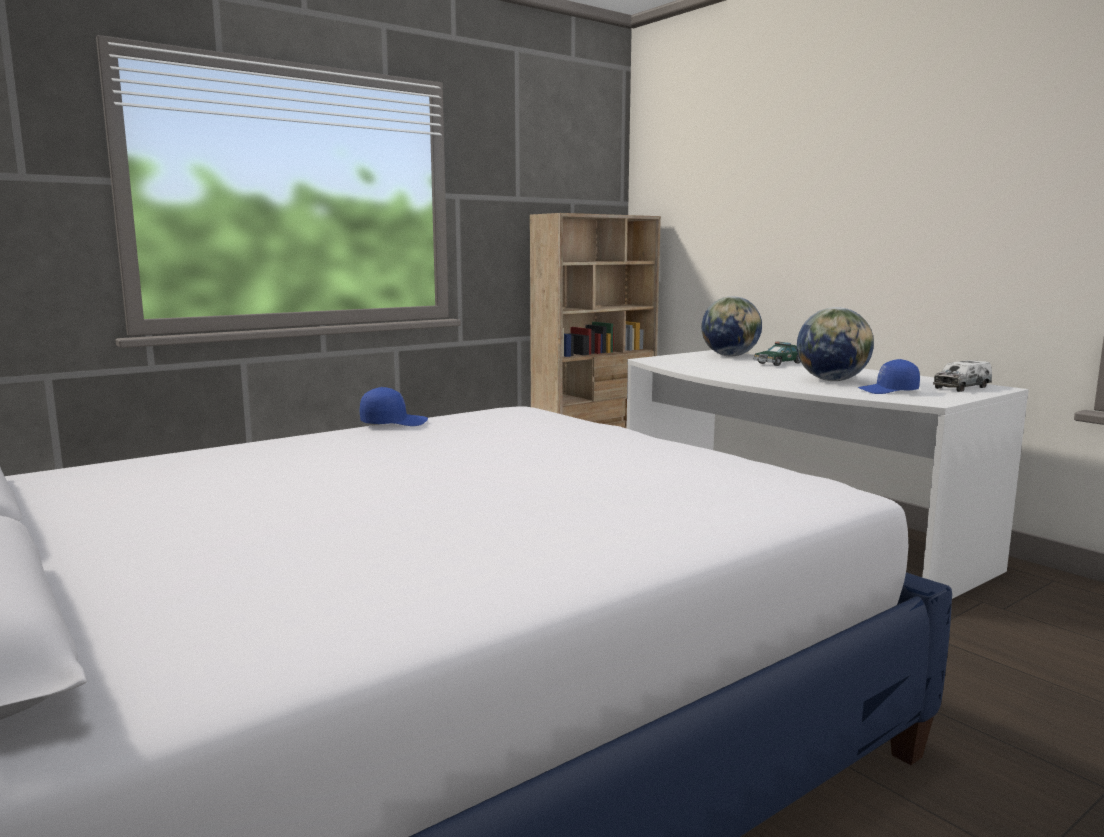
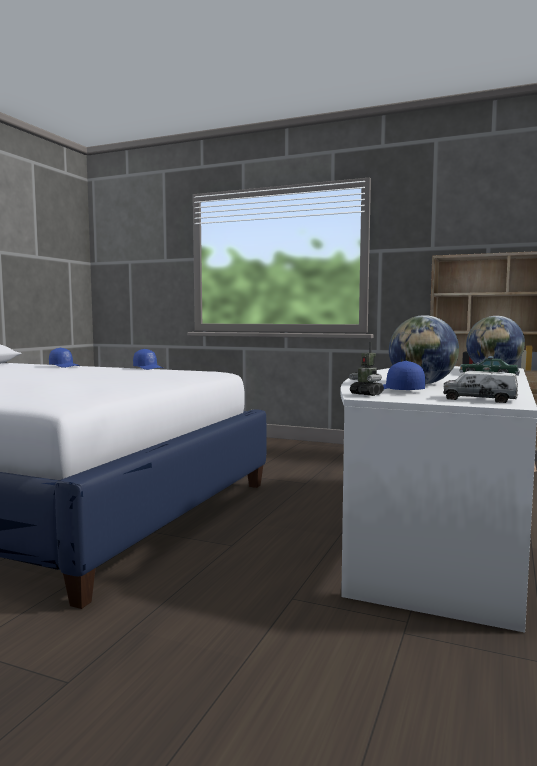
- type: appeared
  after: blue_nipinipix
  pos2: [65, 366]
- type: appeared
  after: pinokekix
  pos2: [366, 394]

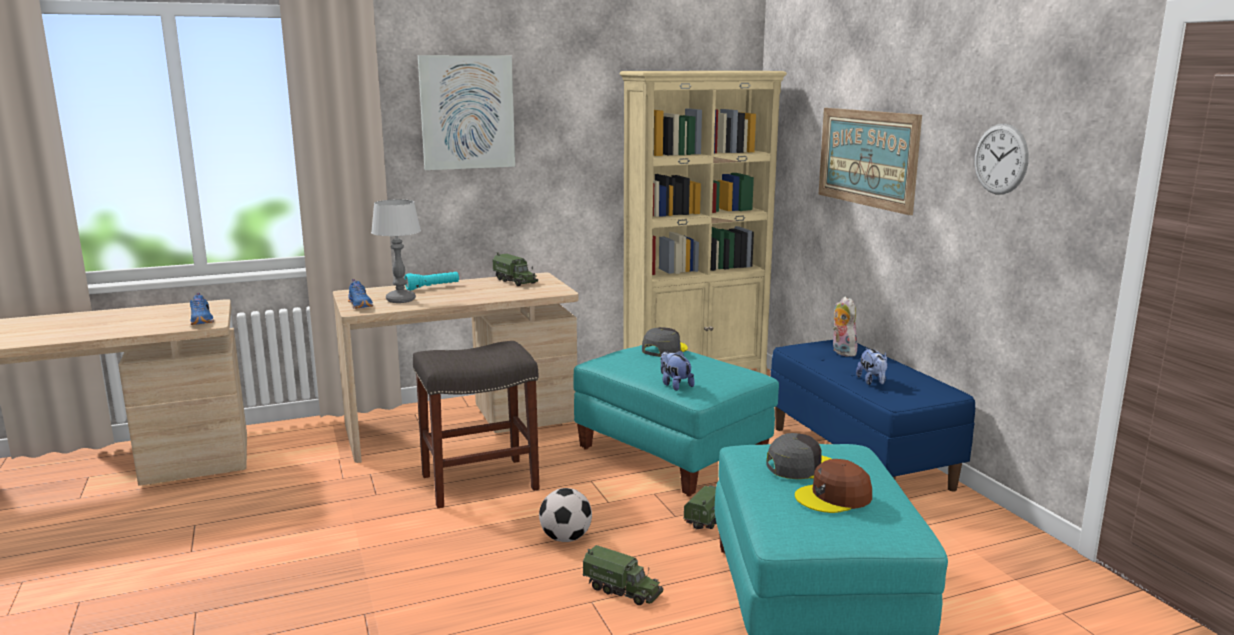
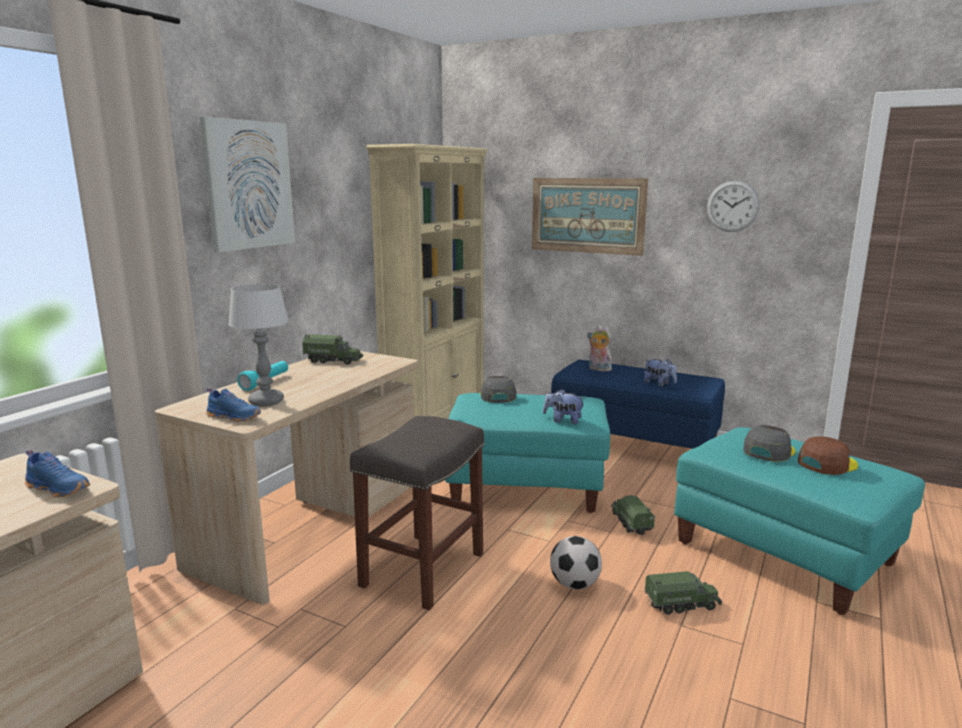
- type: spun
  before: brown_nipinipix
  pos1: [834, 497]
  pos2: [826, 463]
  turn: -150

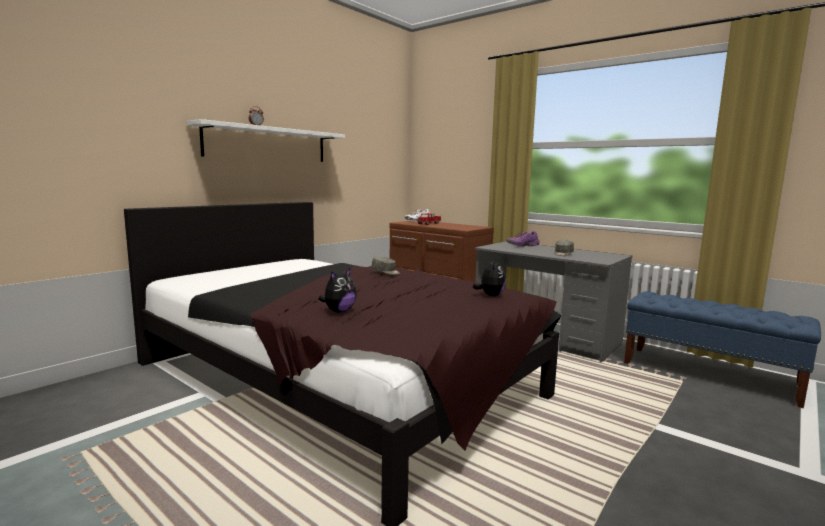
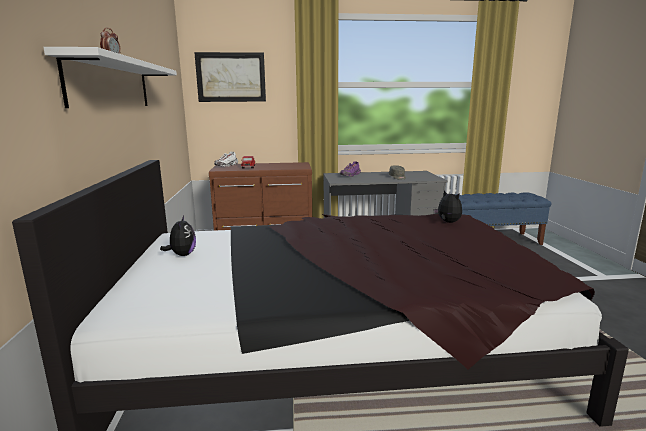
- type: relocated
  before: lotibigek
  pos1: [339, 311]
  pos2: [182, 255]
- type: appeared
  after: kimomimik
  pos2: [231, 77]
- type: missing
  before: grey_nipinipix
  pos1: [386, 272]

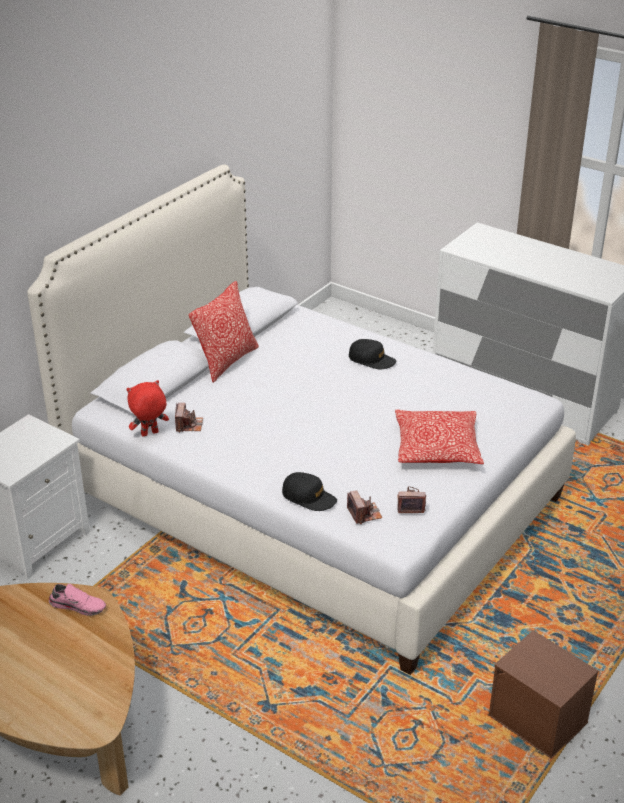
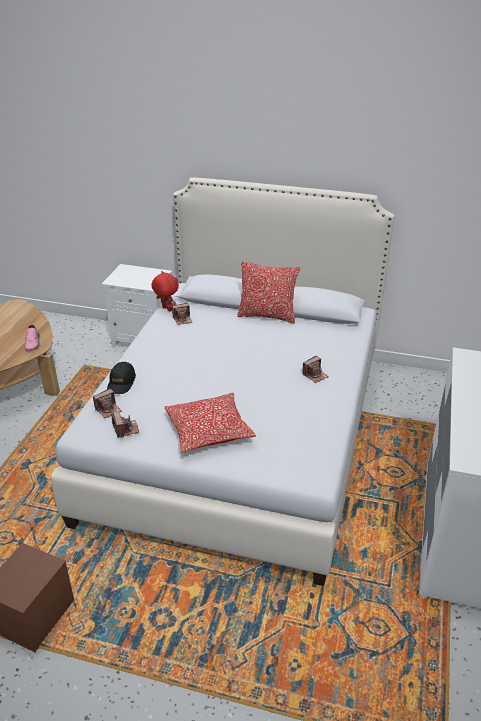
- type: exchanged
  before: black_nipinipix
  after: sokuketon
  pos1: [372, 360]
  pos2: [315, 375]

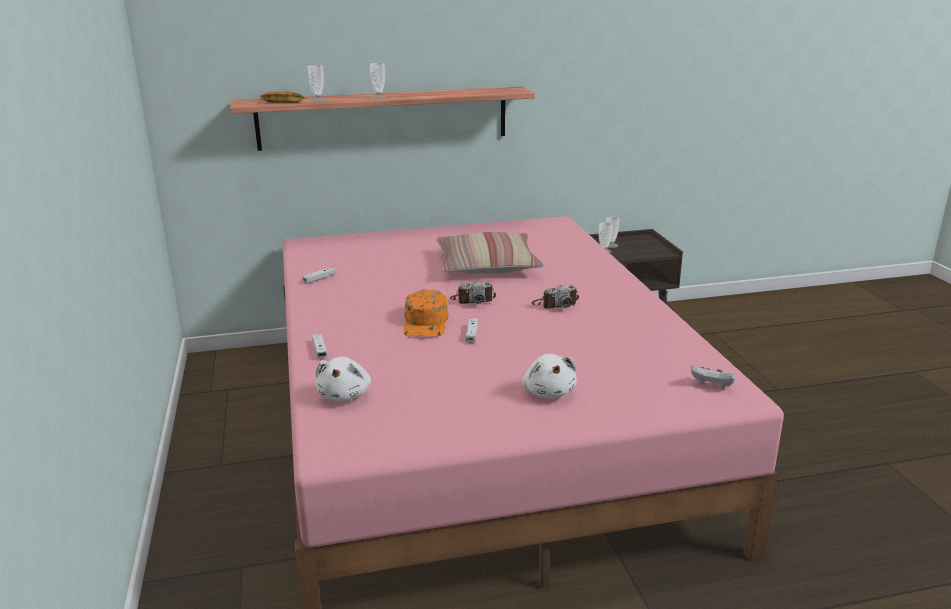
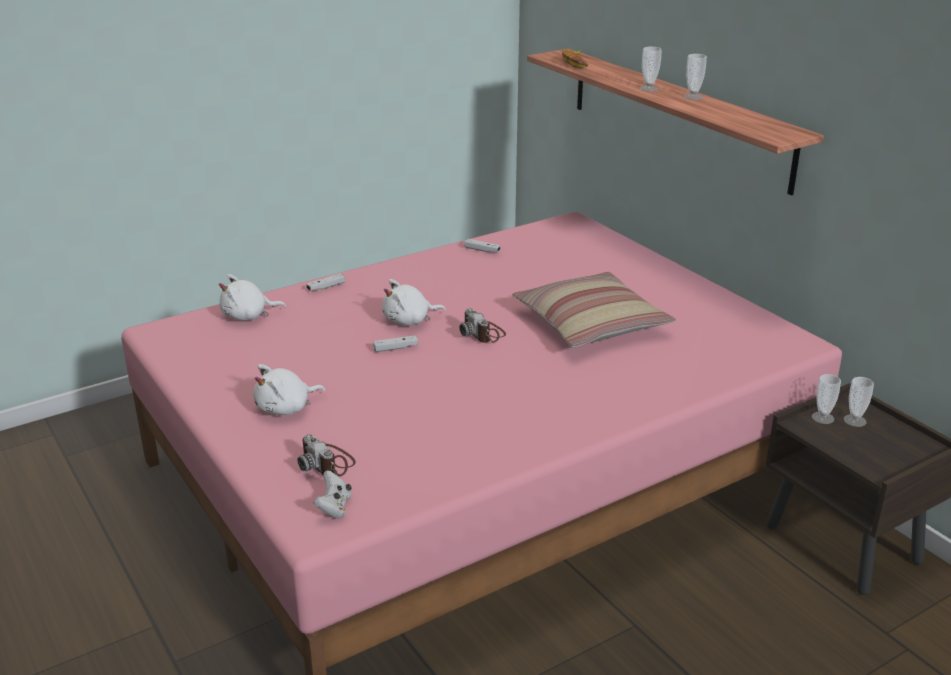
- type: relocated
  before: sokuketon
  pos1: [555, 304]
  pos2: [328, 463]
- type: exchanged
  before: orange_nipinipix
  after: white_lotibigek
  pos1: [426, 323]
  pos2: [409, 321]
- type: relocated
  before: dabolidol
  pos1: [317, 99]
  pos2: [693, 97]

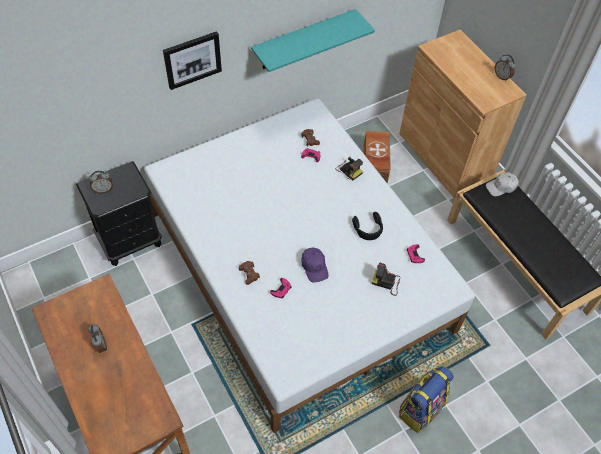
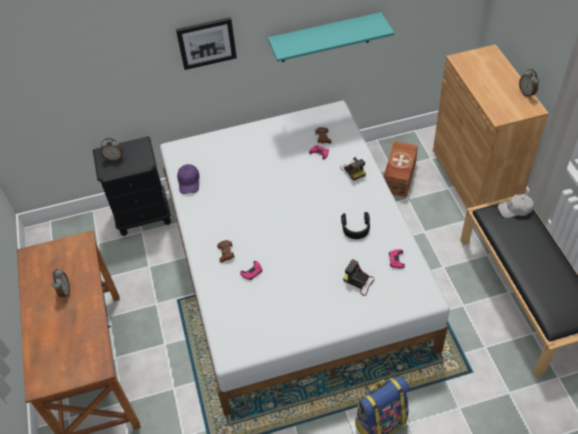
- type: relocated
  before: purple_nipinipix
  pos1: [314, 267]
  pos2: [189, 182]

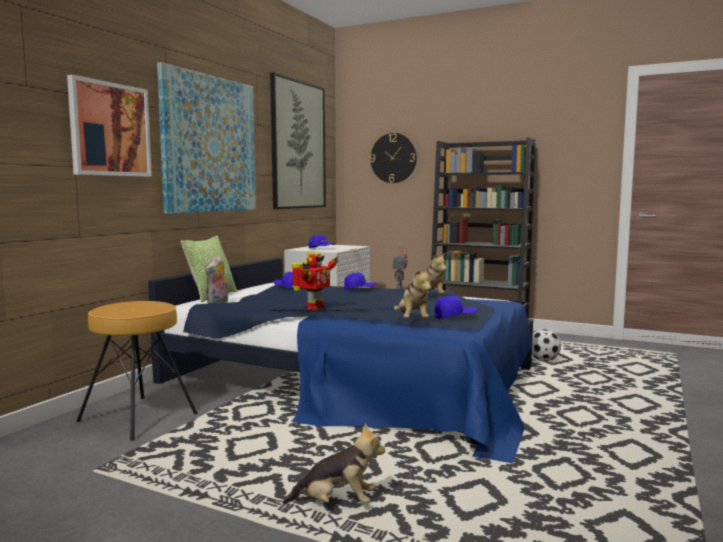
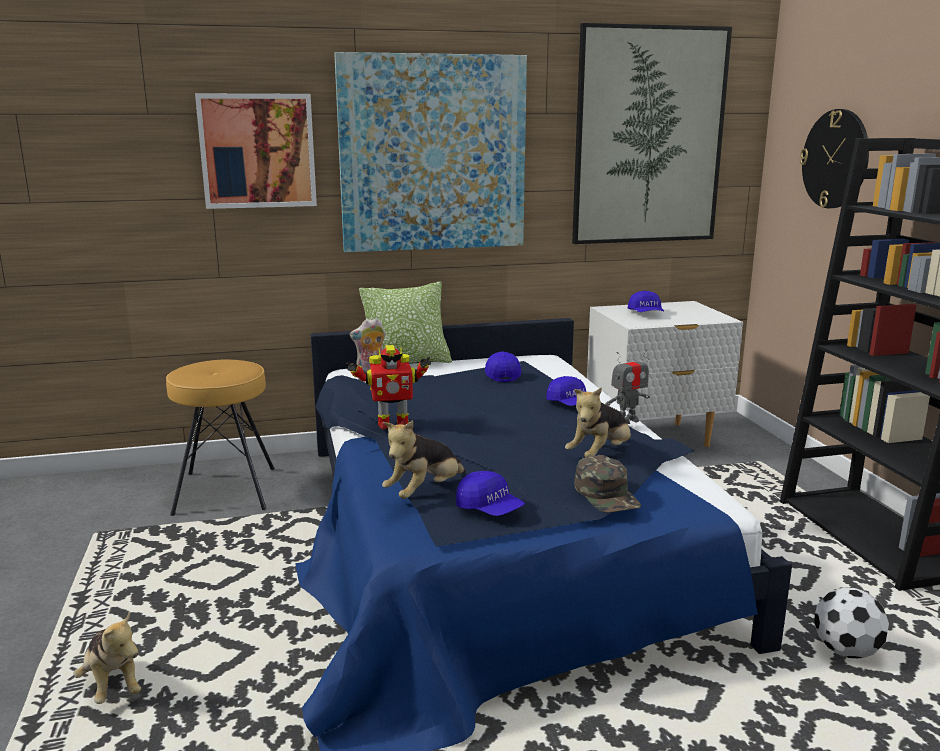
- type: appeared
  after: green_nipinipix
  pos2: [607, 494]

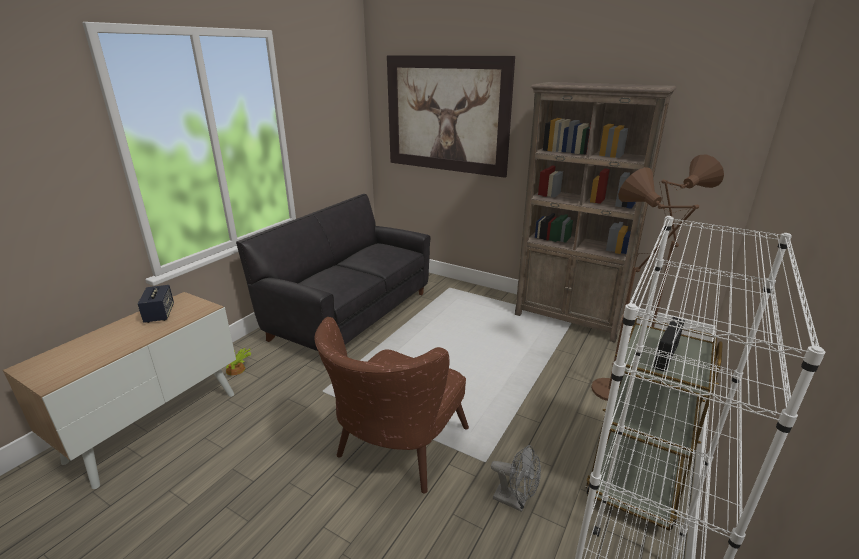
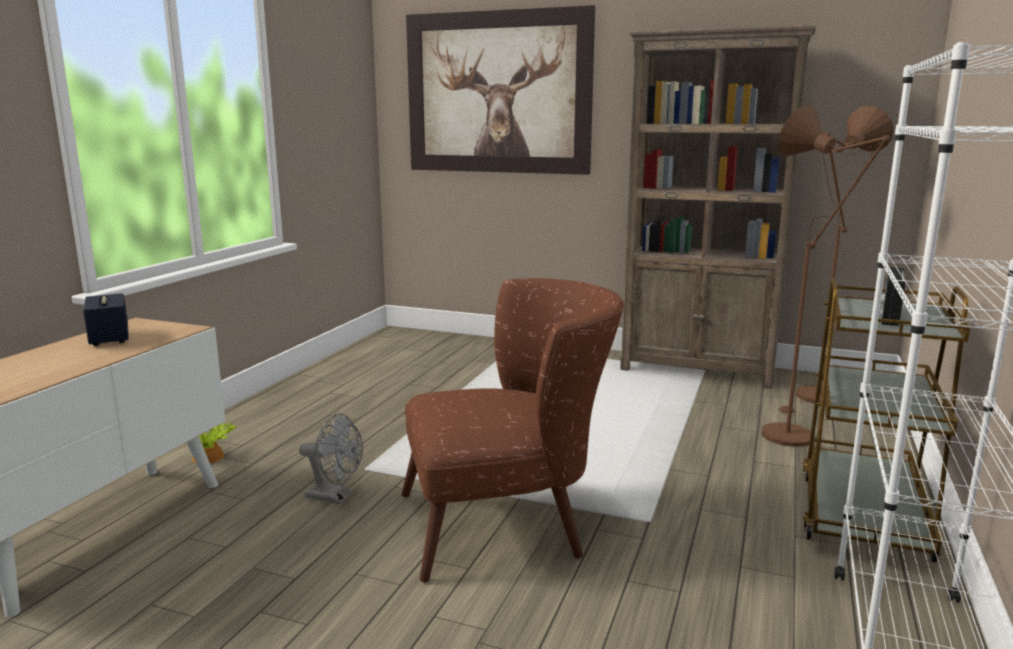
- type: relocated
  before: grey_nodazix
  pos1: [515, 501]
  pos2: [335, 497]
- type: spun
  before: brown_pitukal
  pos1: [395, 451]
  pos2: [509, 523]
  turn: -120
- type: missing
  before: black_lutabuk
  pos1: [351, 315]

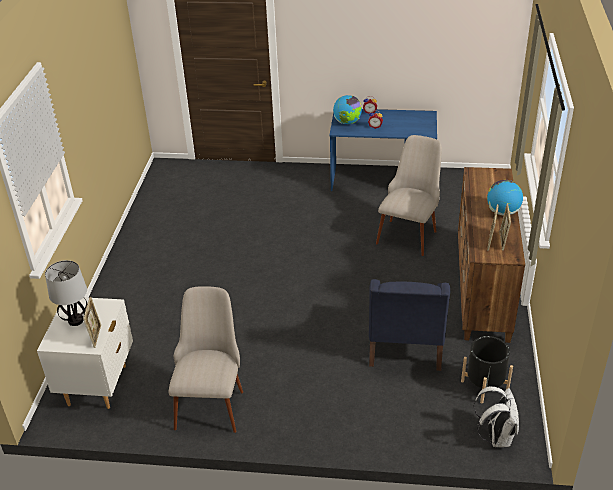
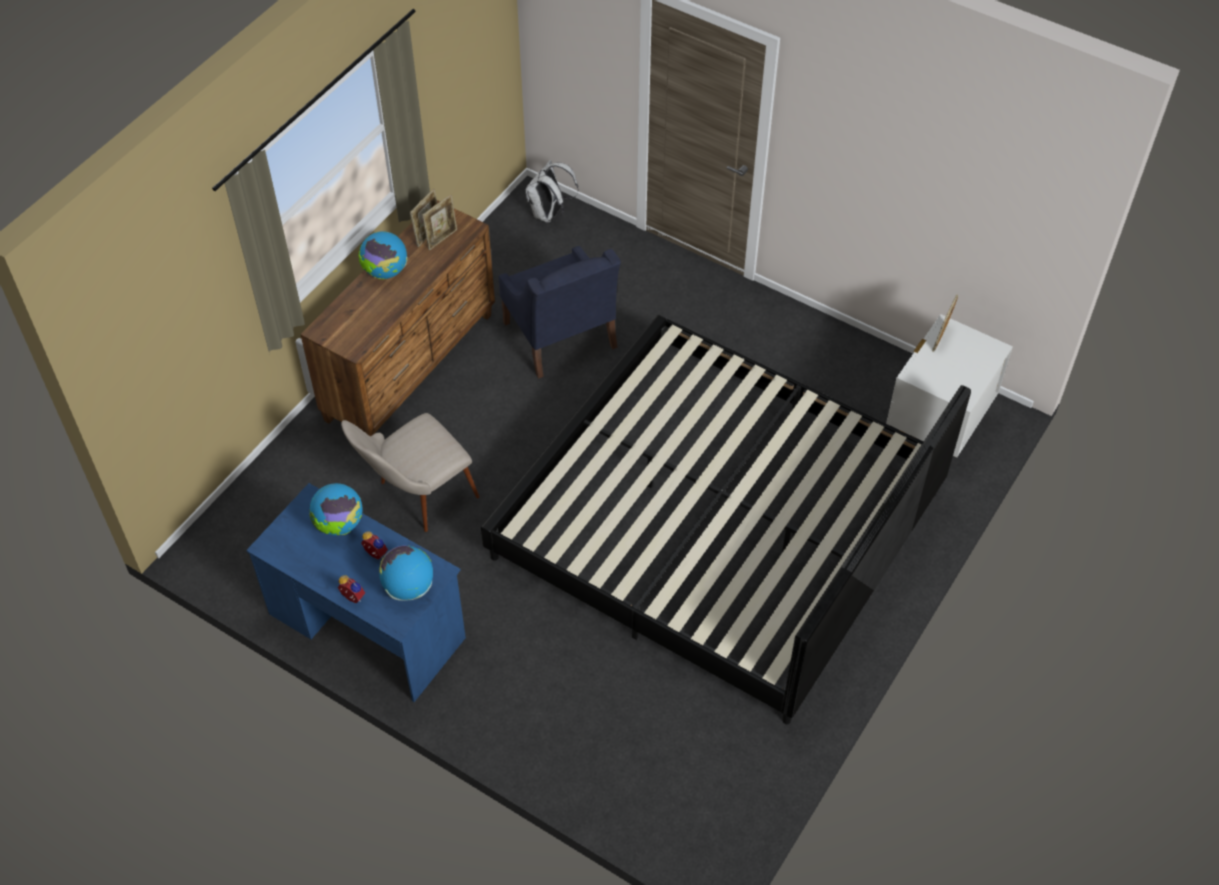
- type: appeared
  after: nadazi
  pos2: [339, 524]
- type: appeared
  after: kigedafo
  pos2: [717, 526]
- type: spun
  before: blue_pitukal
  pos1: [405, 345]
  pos2: [560, 336]
  turn: 120
- type: missing
  before: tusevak
  pos1: [75, 321]
- type: missing
  before: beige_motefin
  pos1: [211, 400]
- type: missing
  before: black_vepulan
  pos1: [484, 385]

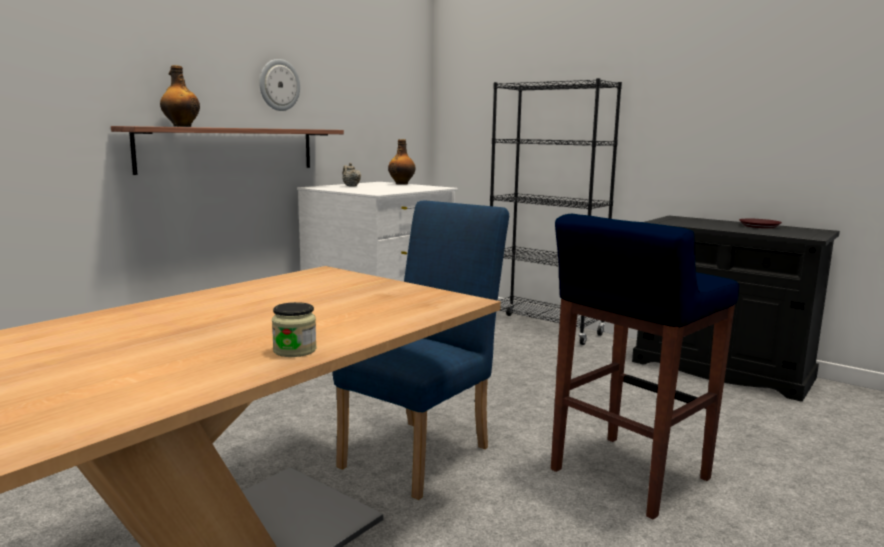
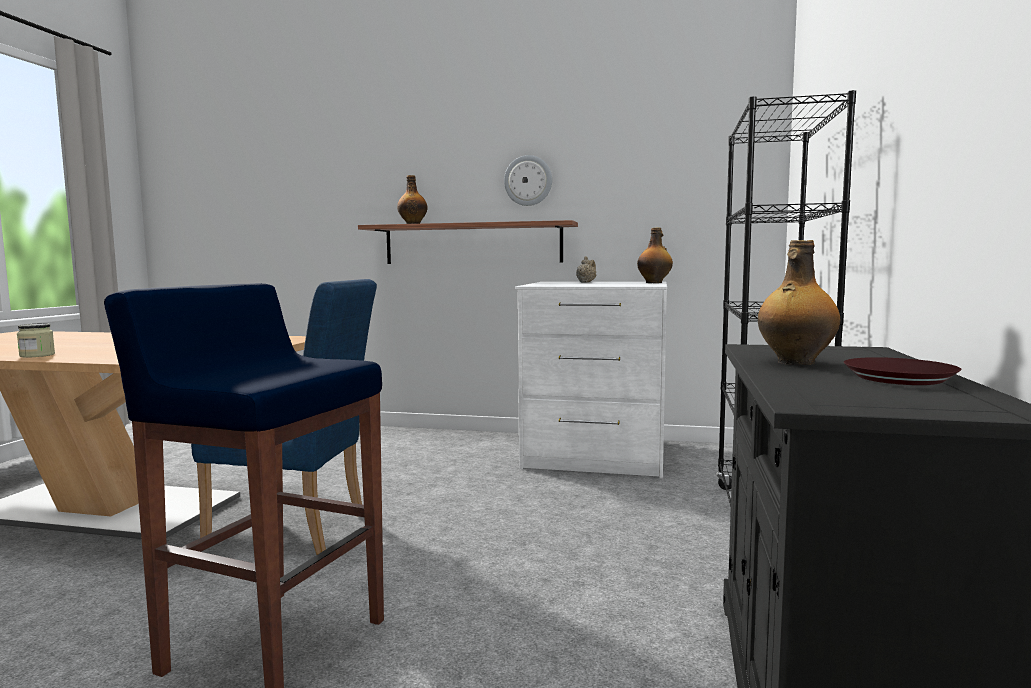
- type: appeared
  after: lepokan
  pos2: [795, 362]

